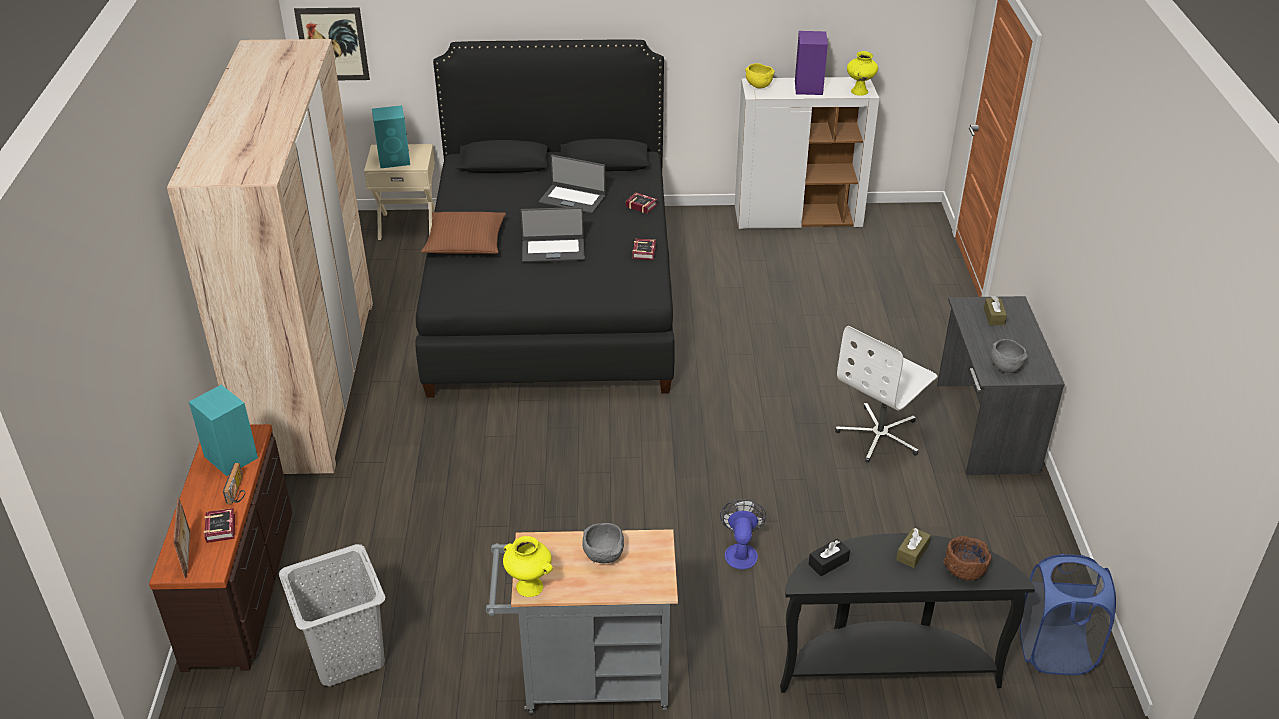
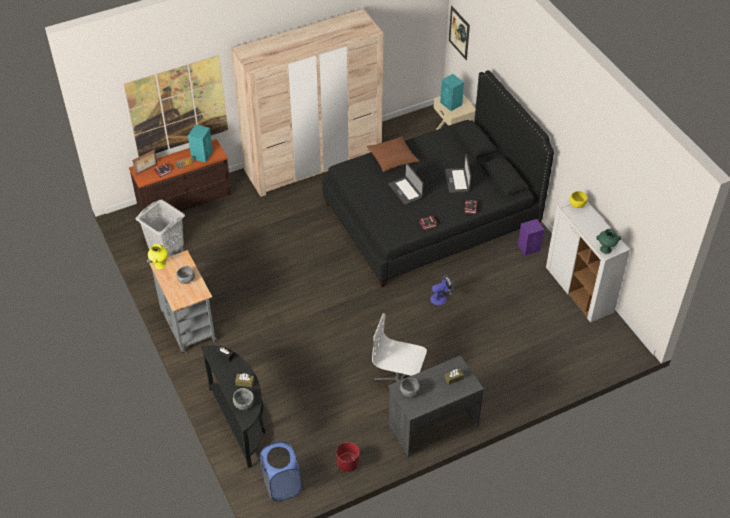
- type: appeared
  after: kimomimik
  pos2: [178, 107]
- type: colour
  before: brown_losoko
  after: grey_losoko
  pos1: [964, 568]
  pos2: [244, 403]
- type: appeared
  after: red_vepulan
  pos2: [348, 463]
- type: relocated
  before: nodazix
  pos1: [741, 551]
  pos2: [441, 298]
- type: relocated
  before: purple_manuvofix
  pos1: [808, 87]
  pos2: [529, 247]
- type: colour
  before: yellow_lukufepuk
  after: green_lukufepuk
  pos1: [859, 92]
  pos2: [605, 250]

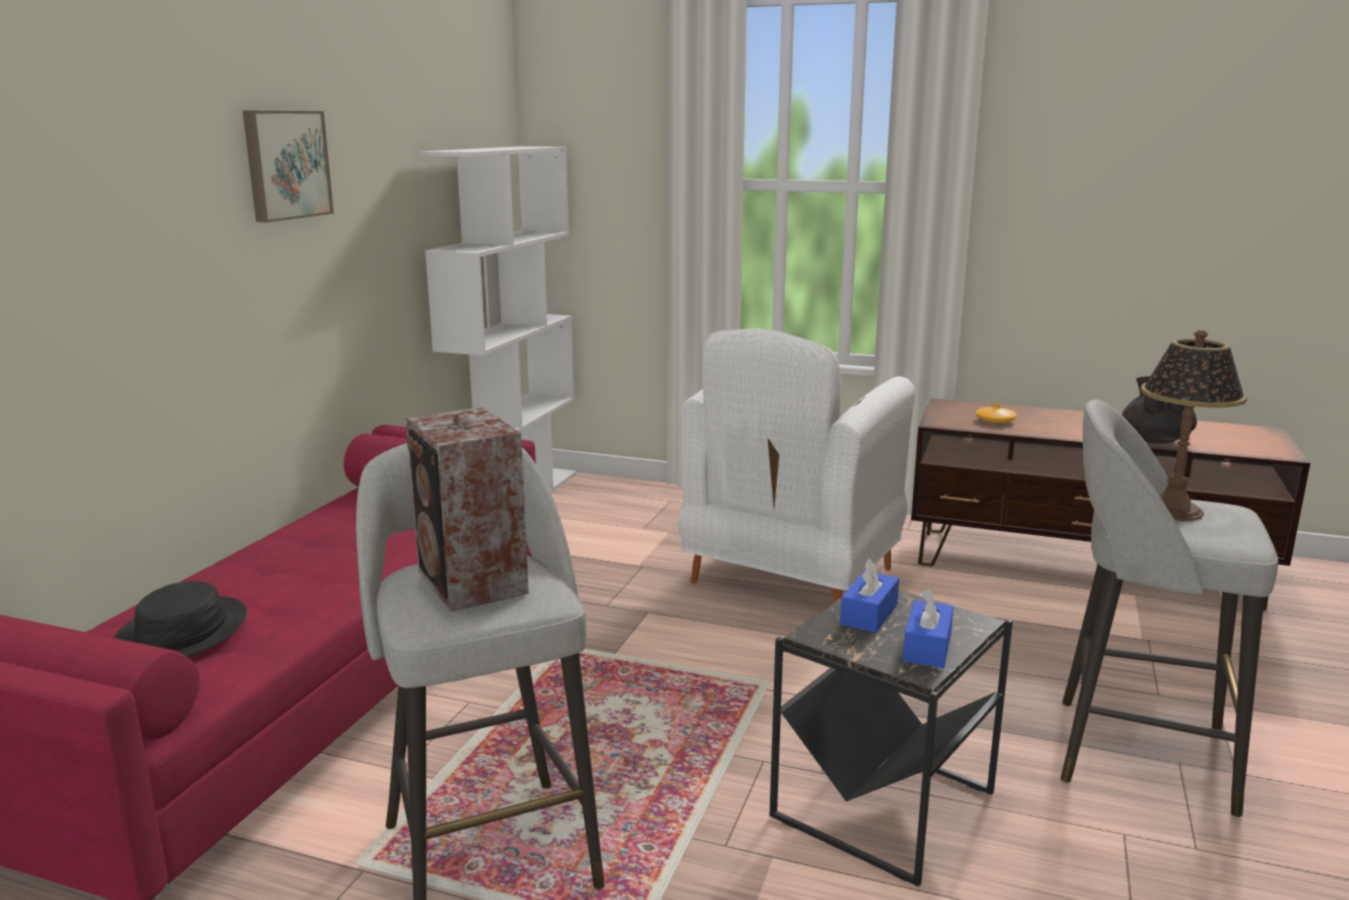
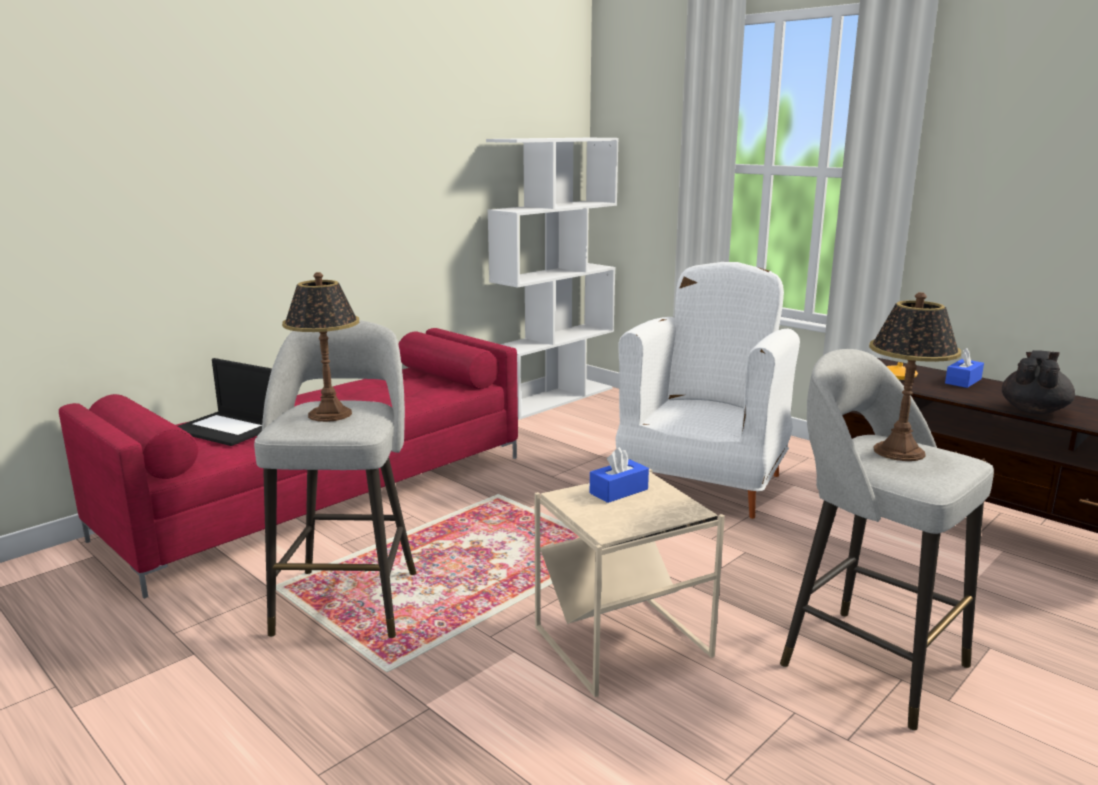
- type: exchanged
  before: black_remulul
  after: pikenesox
  pos1: [182, 632]
  pos2: [227, 429]
- type: exchanged
  before: manuvofix
  after: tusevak
  pos1: [471, 583]
  pos2: [329, 414]
- type: colour
  before: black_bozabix
  after: beige_bozabix
  pos1: [885, 805]
  pos2: [624, 643]
- type: spun
  before: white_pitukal
  pos1: [790, 578]
  pos2: [704, 483]
  turn: 150
- type: relocated
  before: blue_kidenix
  pos1: [927, 647]
  pos2: [963, 381]
- type: missing
  before: kimomimik
  pos1: [285, 165]

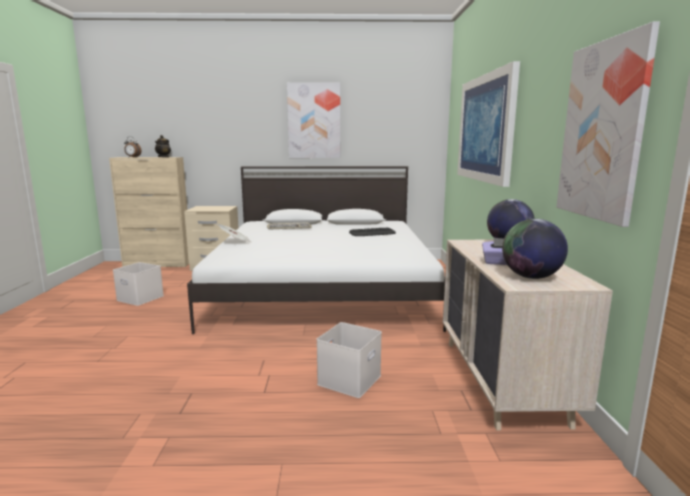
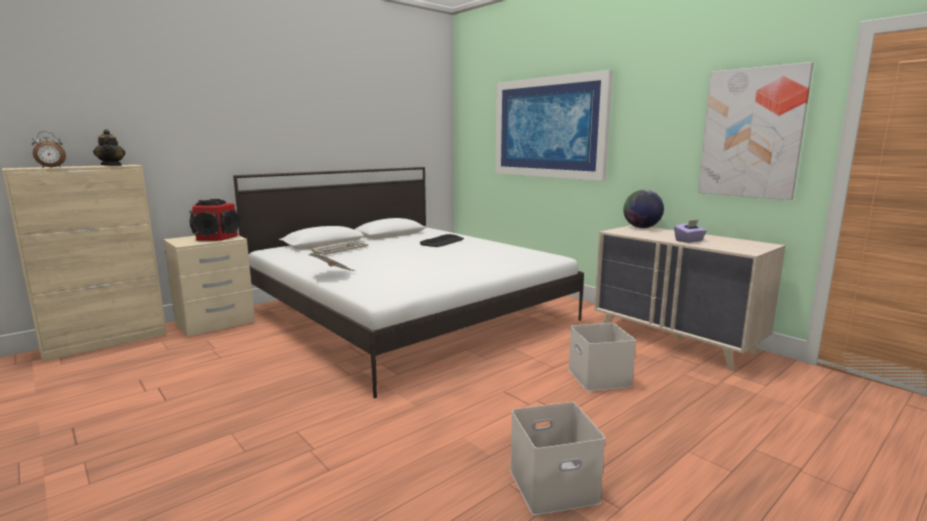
- type: appeared
  after: manuvofix
  pos2: [216, 237]
- type: relocated
  before: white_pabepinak
  pos1: [141, 298]
  pos2: [554, 484]
- type: missing
  before: kimomimik
  pos1: [314, 121]
- type: missing
  before: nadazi
  pos1: [531, 277]

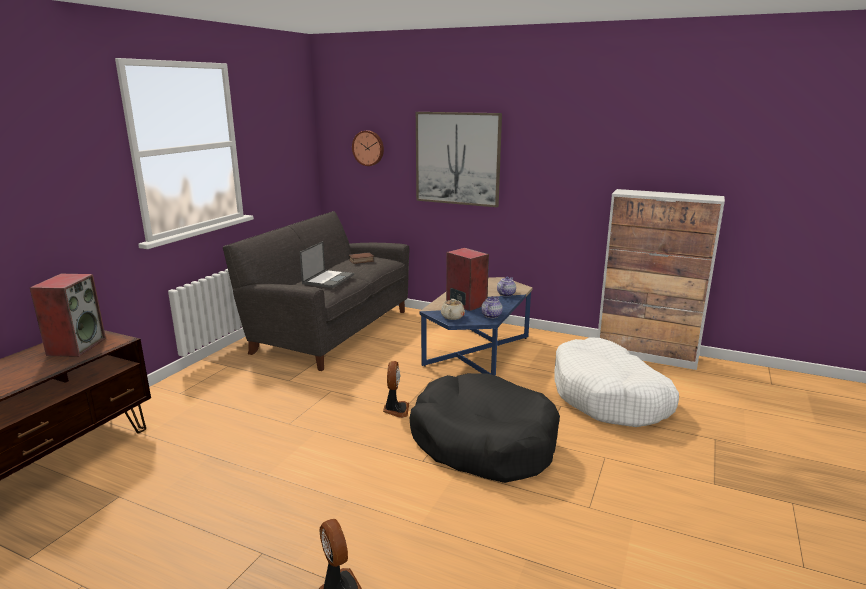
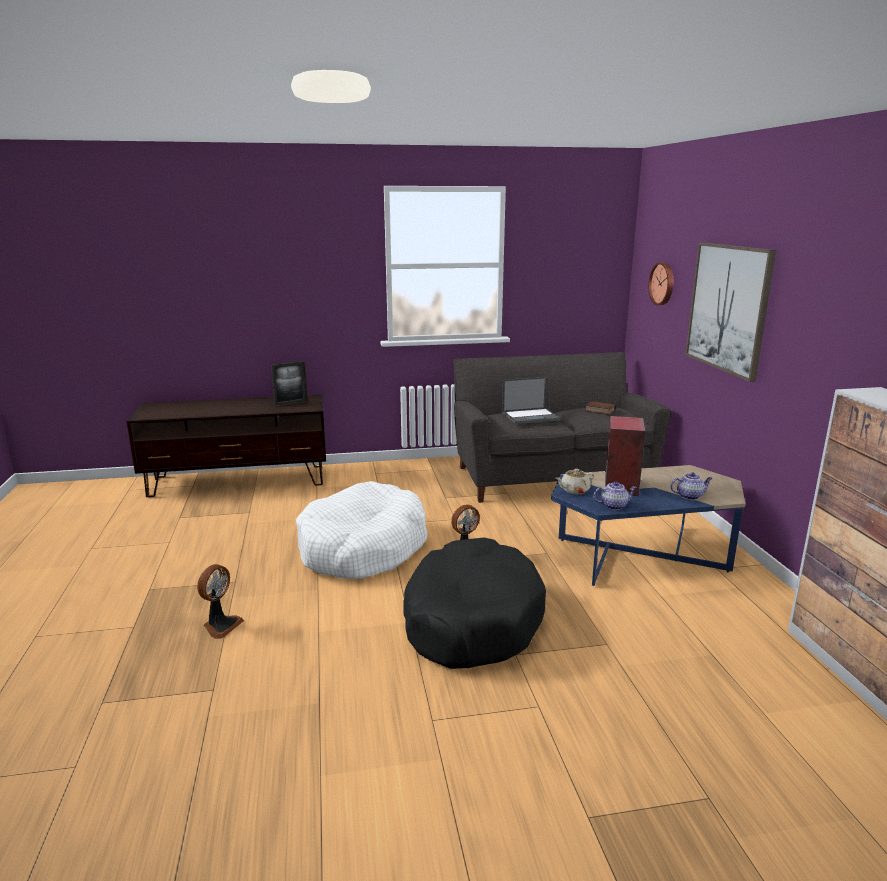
- type: exchanged
  before: manuvofix
  after: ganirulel
  pos1: [76, 346]
  pos2: [291, 403]
- type: relocated
  before: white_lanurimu
  pos1: [609, 397]
  pos2: [362, 548]

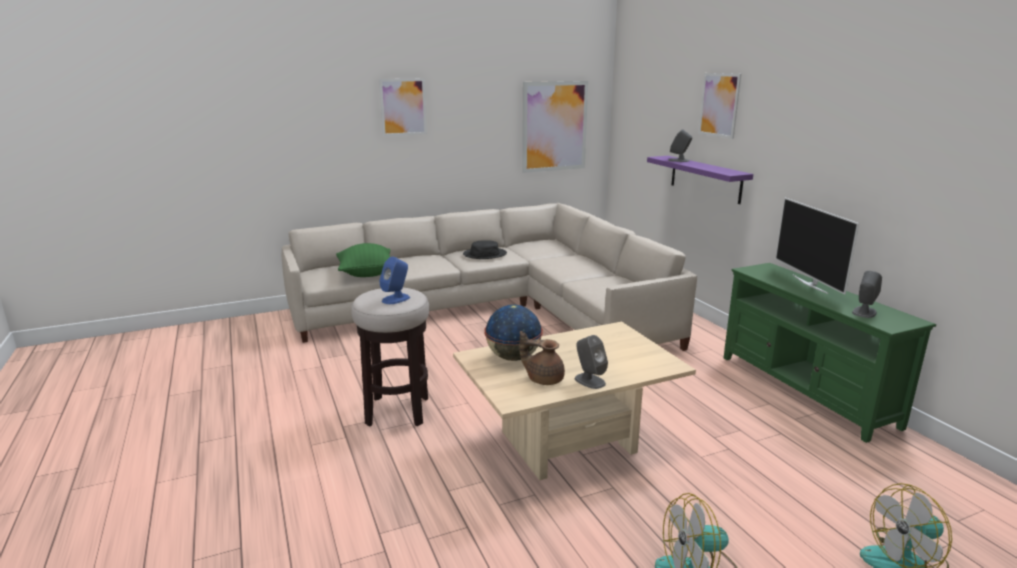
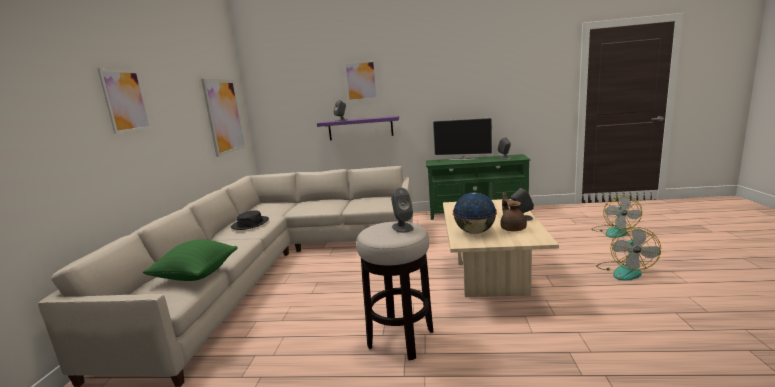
- type: colour
  before: blue_manuvofix
  after: grey_manuvofix
  pos1: [396, 299]
  pos2: [402, 227]
- type: spun
  before: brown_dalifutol
  pos1: [543, 379]
  pos2: [512, 228]
  turn: 120

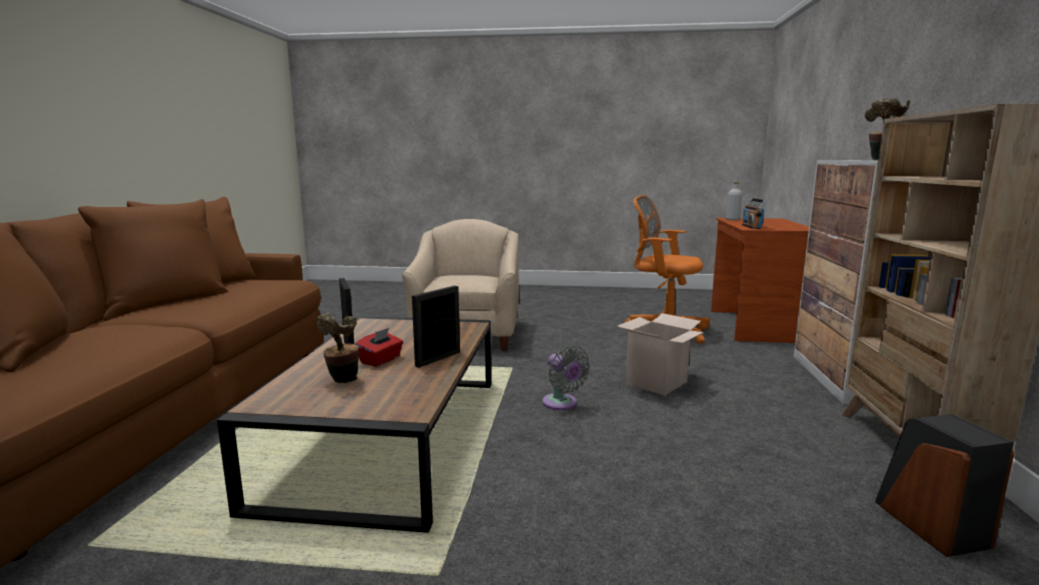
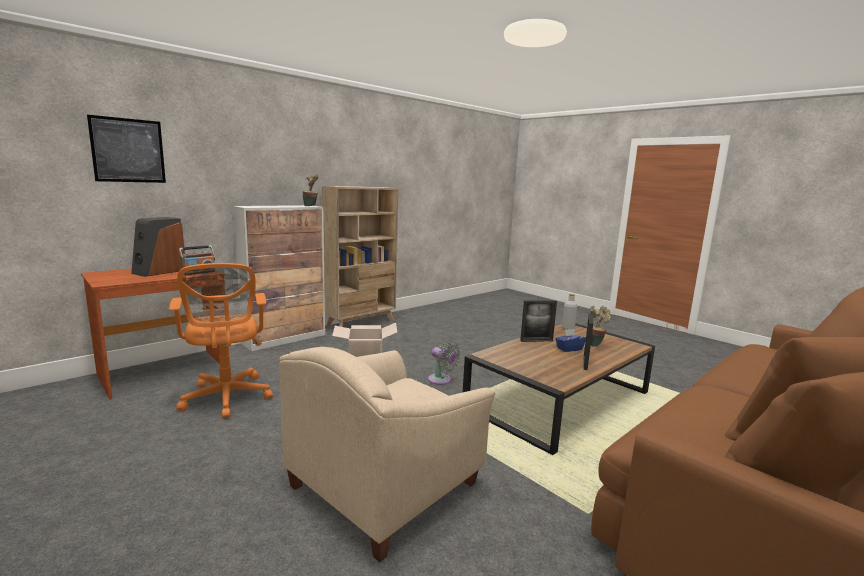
- type: appeared
  after: kimomimik
  pos2: [128, 150]
- type: relocated
  before: manuvofix
  pos1: [929, 525]
  pos2: [159, 271]
- type: spun
  before: grey_nodazix
  pos1: [561, 404]
  pos2: [441, 380]
  turn: 120
- type: colour
  before: red_kidenix
  after: blue_kidenix
  pos1: [381, 360]
  pos2: [569, 349]
- type: relocated
  before: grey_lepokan
  pos1: [732, 219]
  pos2: [568, 328]

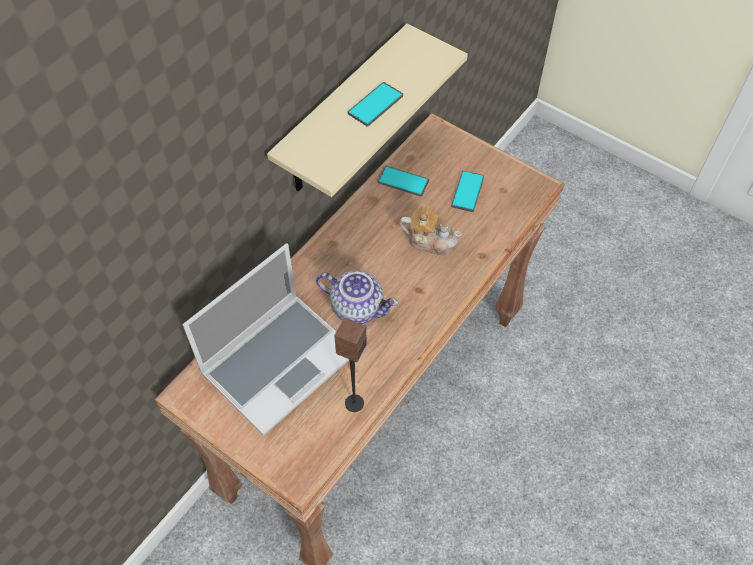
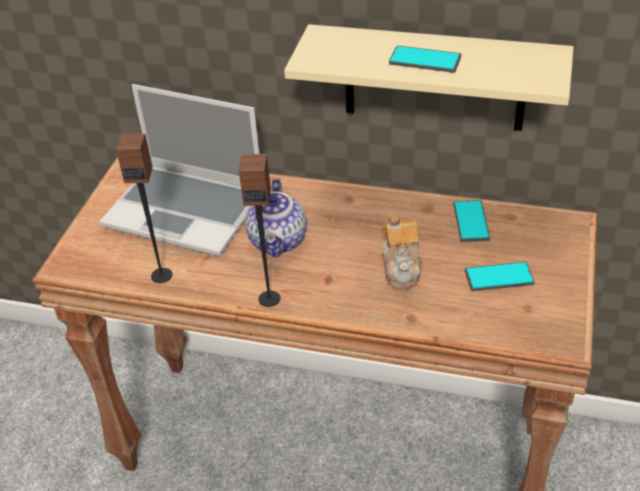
- type: appeared
  after: manuvofix
  pos2: [269, 298]

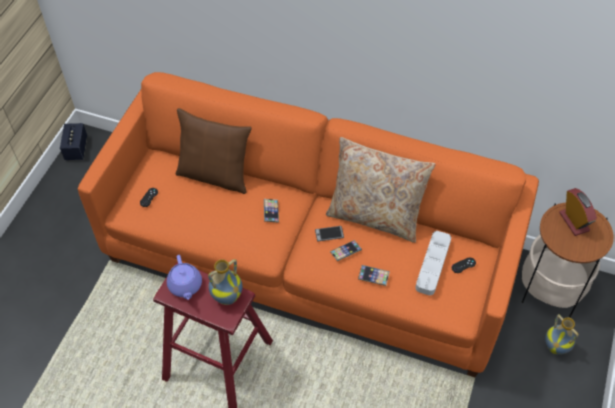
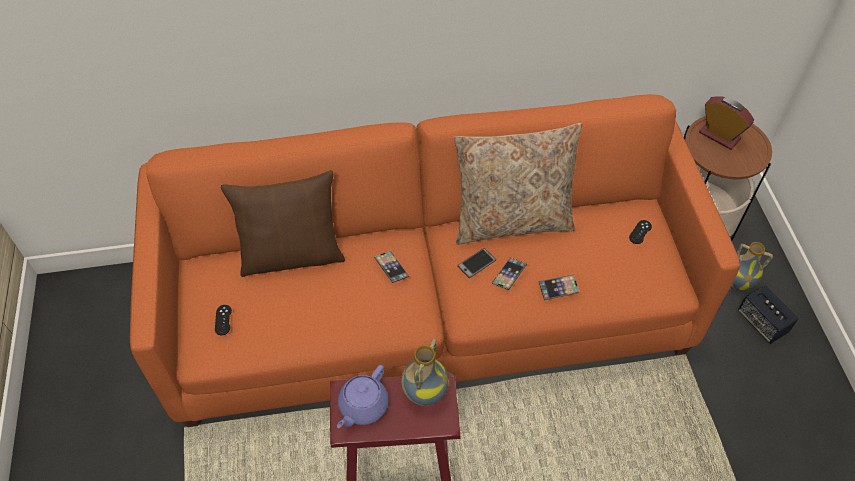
- type: spun
  before: purple_dalifutol
  pos1: [185, 286]
  pos2: [362, 406]
  turn: 75
- type: relocated
  before: manuvofix
  pos1: [76, 149]
  pos2: [762, 322]
- type: missing
  before: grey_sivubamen
  pos1: [433, 264]

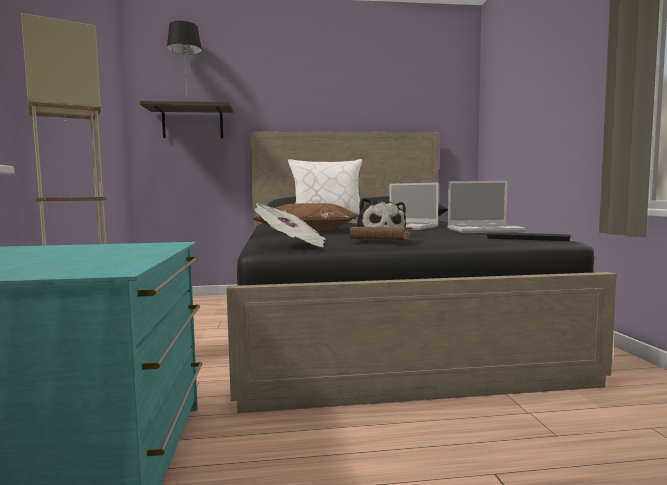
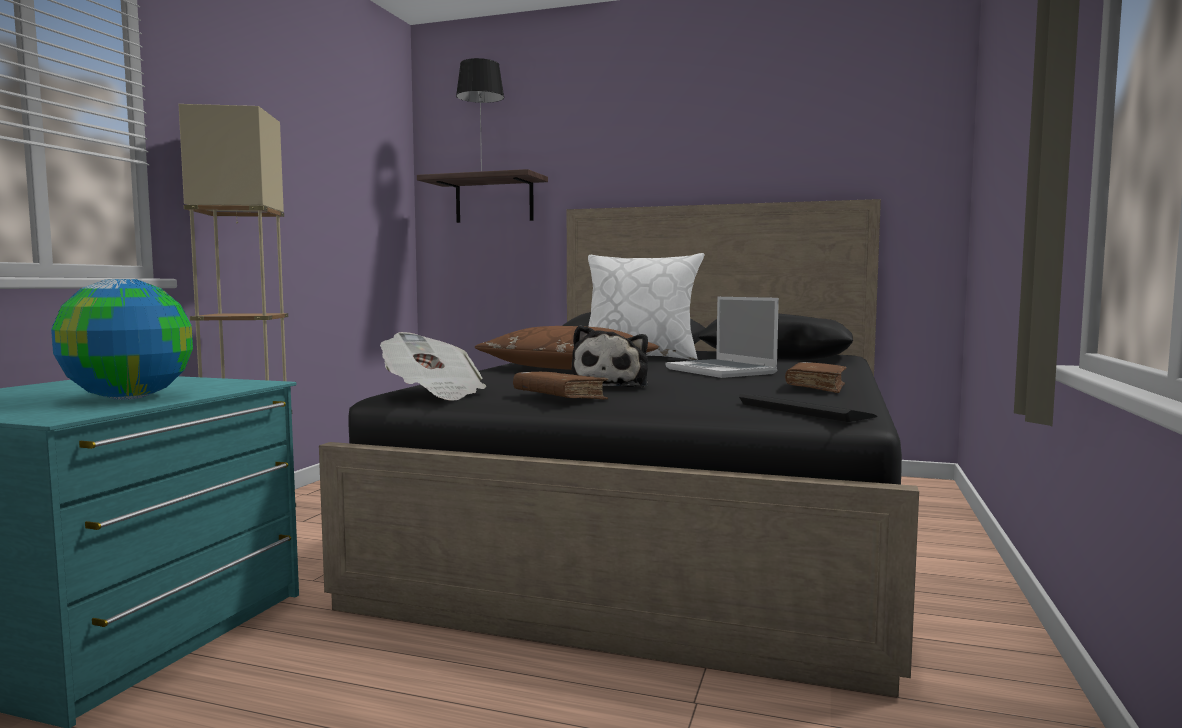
- type: appeared
  after: nadazi
  pos2: [129, 397]
- type: exchanged
  before: pikenesox
  after: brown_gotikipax
  pos1: [485, 230]
  pos2: [816, 387]

